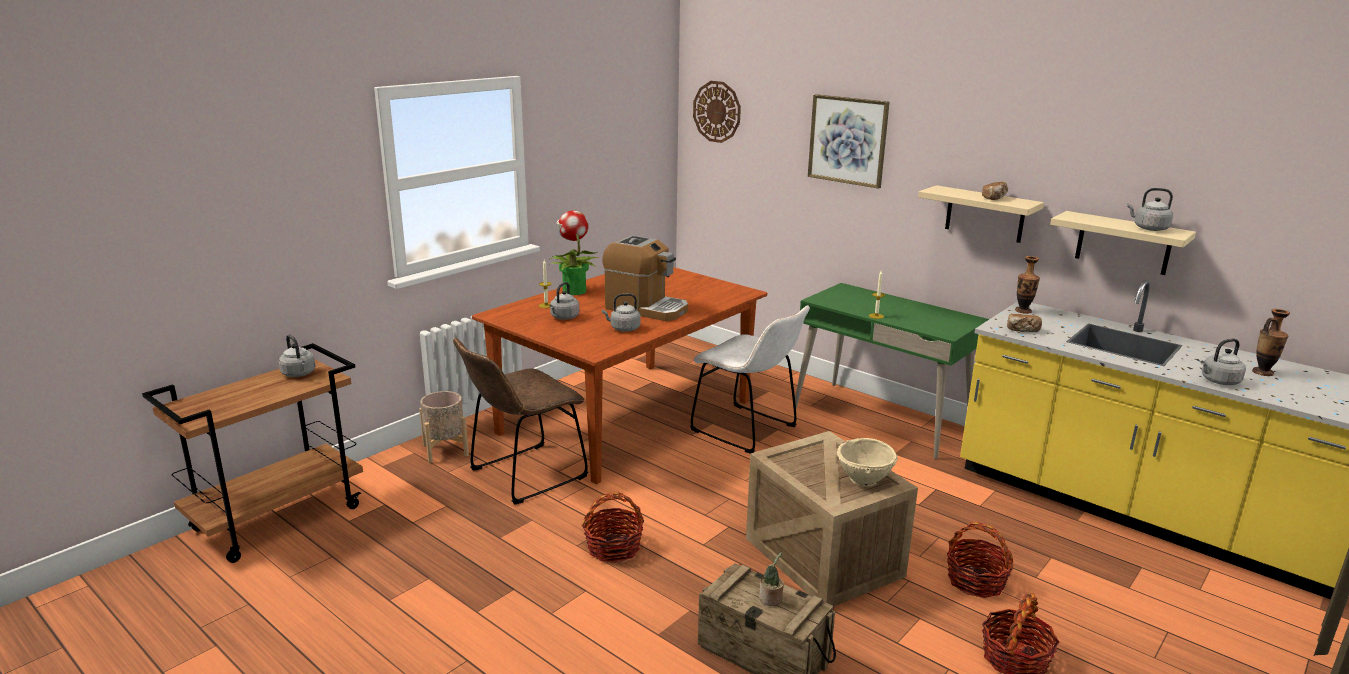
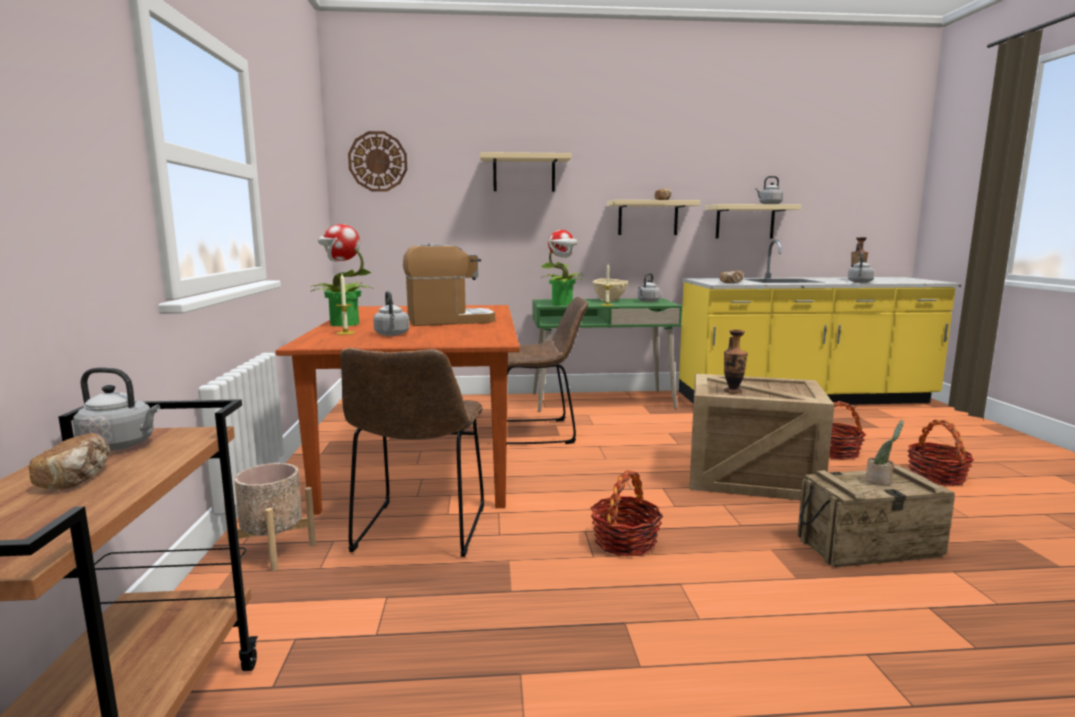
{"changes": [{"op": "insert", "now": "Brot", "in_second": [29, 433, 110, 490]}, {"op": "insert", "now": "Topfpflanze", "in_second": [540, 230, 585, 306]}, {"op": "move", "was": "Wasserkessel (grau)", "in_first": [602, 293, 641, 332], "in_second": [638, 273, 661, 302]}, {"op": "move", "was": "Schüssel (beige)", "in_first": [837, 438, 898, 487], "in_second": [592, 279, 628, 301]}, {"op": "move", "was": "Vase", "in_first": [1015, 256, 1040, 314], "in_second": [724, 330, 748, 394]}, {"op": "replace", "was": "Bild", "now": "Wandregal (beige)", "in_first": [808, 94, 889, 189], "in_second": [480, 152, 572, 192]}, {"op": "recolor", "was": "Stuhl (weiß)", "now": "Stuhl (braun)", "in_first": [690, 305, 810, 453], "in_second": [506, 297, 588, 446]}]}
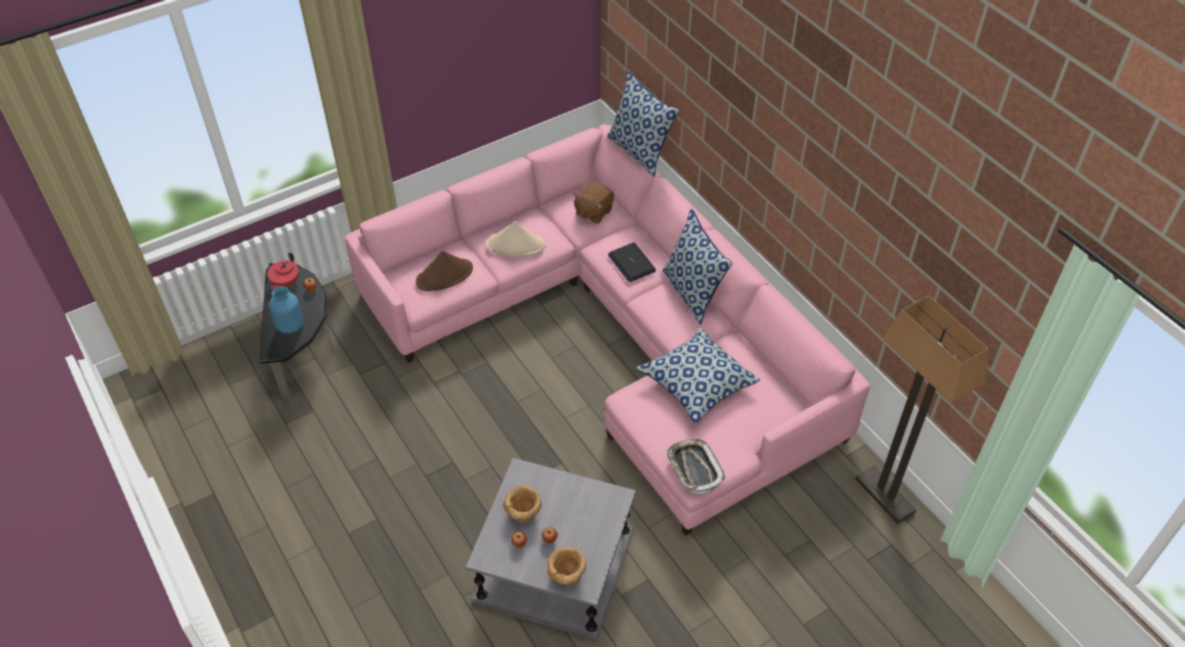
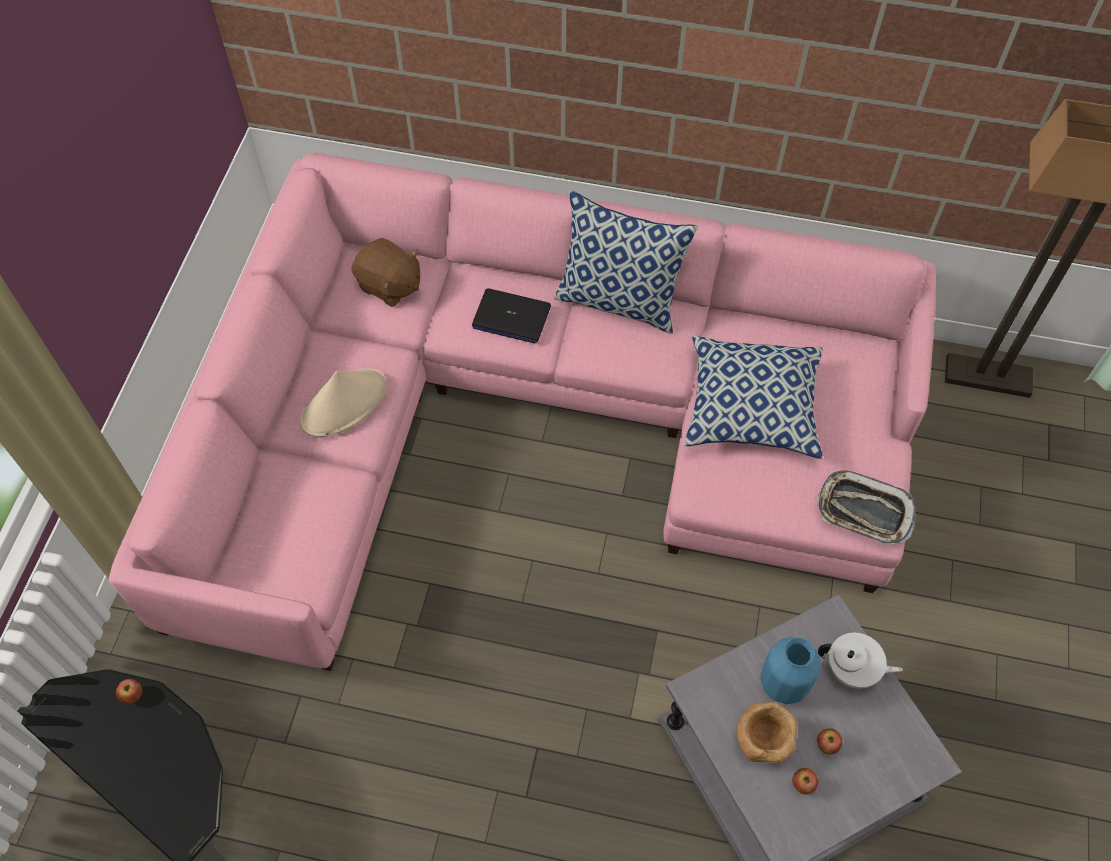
{"changes": [{"op": "delete", "was": "Teekanne (rot)", "in_first": [267, 252, 299, 289]}, {"op": "delete", "was": "Hut (braun)", "in_first": [416, 251, 473, 291]}, {"op": "delete", "was": "Schüssel (braun)", "in_first": [547, 546, 587, 585]}, {"op": "delete", "was": "Kissen", "in_first": [607, 70, 679, 177]}, {"op": "insert", "now": "Teekanne (weiß)", "in_second": [818, 633, 903, 689]}, {"op": "move", "was": "Vase (blau)", "in_first": [269, 286, 304, 333], "in_second": [760, 637, 821, 704]}, {"op": "rotate", "was": "Plüschtier (braun)", "in_first": [573, 182, 614, 224], "in_second": [352, 238, 420, 307], "clockwise": -45}]}
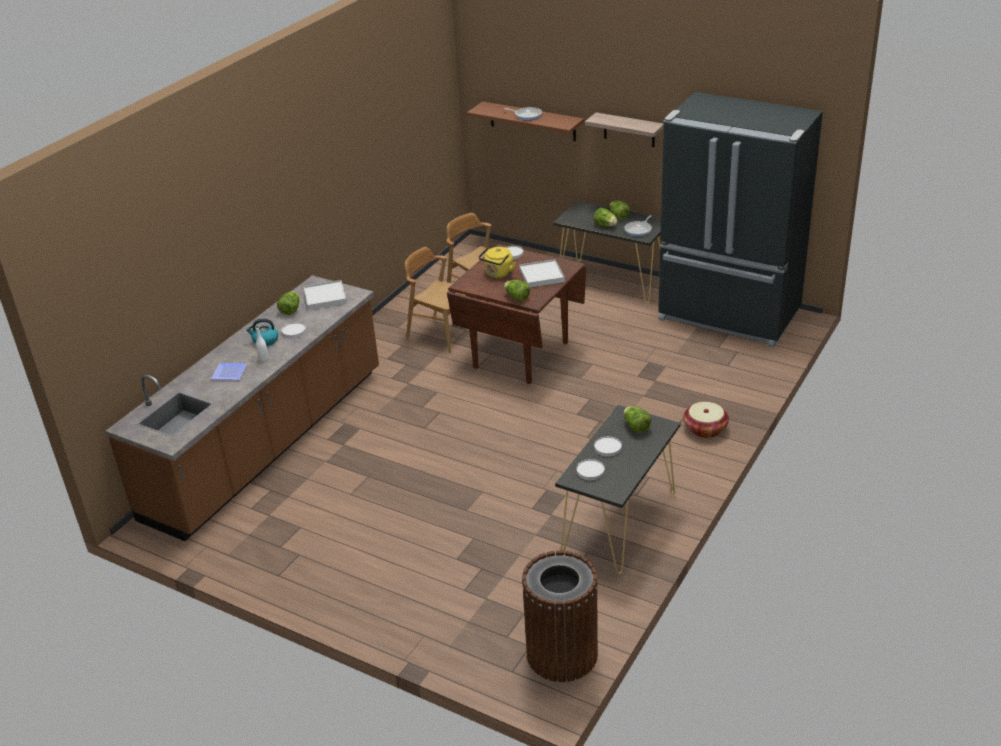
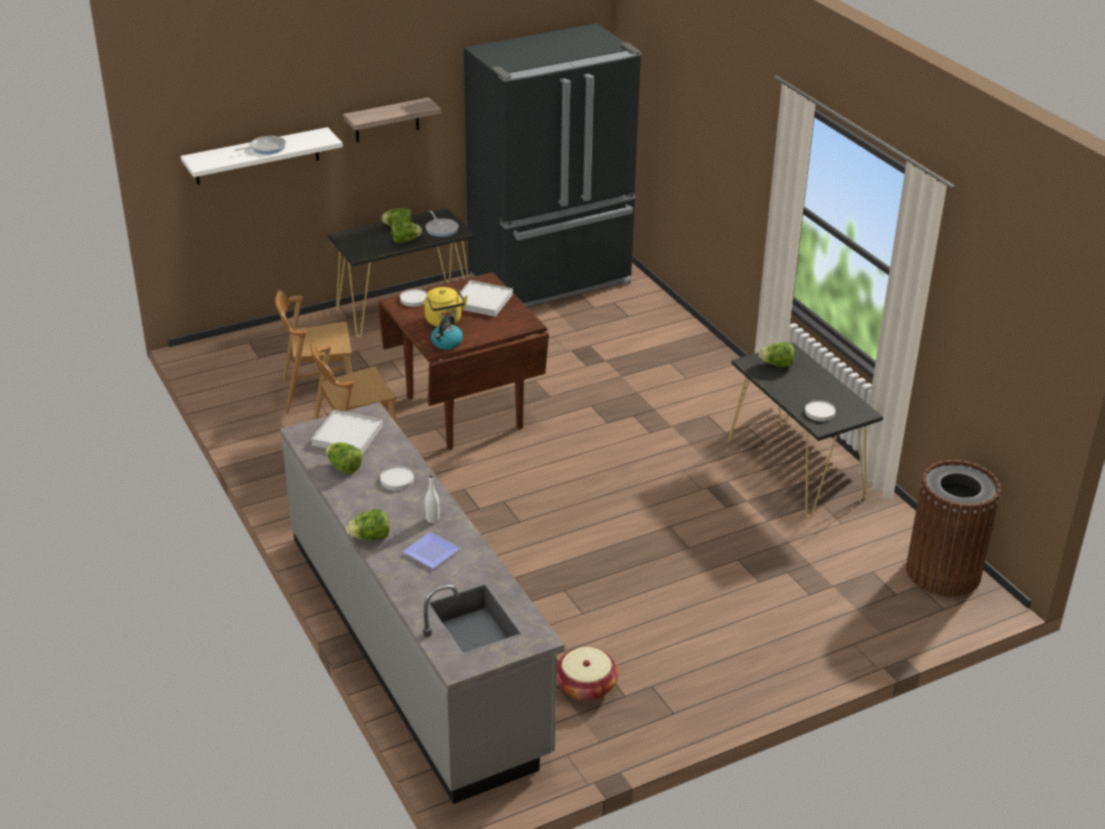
{"changes": [{"op": "delete", "was": "Teller (weiß)", "in_first": [594, 436, 622, 457]}, {"op": "move", "was": "Wasserkessel", "in_first": [246, 318, 279, 346], "in_second": [431, 315, 463, 350]}, {"op": "move", "was": "Salatkopf", "in_first": [504, 280, 530, 302], "in_second": [346, 509, 389, 540]}, {"op": "move", "was": "Korb", "in_first": [683, 402, 729, 438], "in_second": [556, 647, 618, 702]}, {"op": "recolor", "was": "Küchenzeile (braun)", "now": "Küchenzeile (grau)", "in_first": [105, 275, 379, 541], "in_second": [280, 402, 565, 804]}, {"op": "recolor", "was": "Wandregal (braun)", "now": "Wandregal (weiß)", "in_first": [467, 102, 584, 141], "in_second": [181, 127, 343, 185]}]}
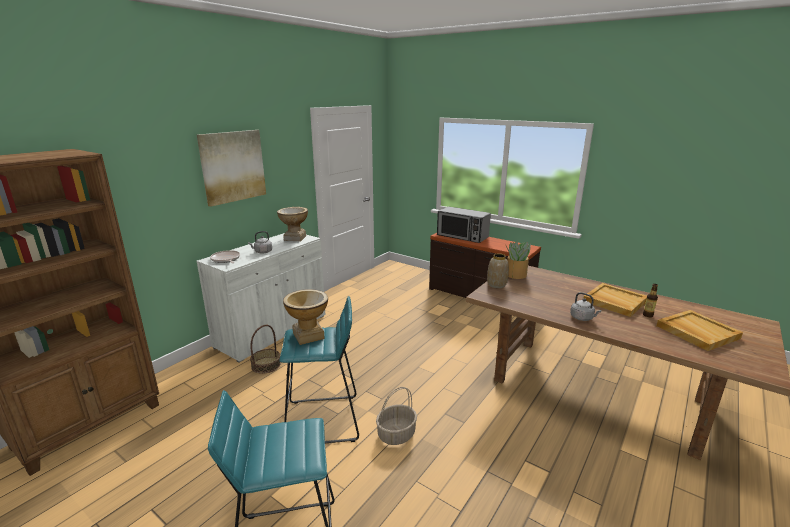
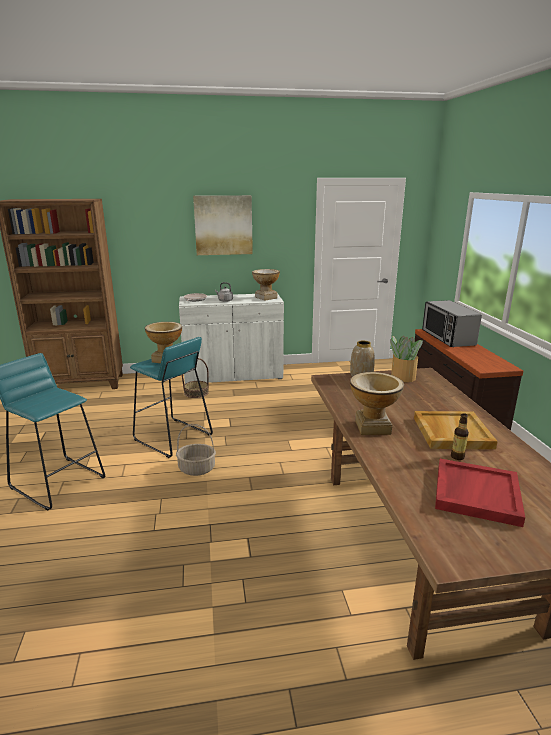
{"changes": [{"op": "replace", "was": "Wasserkessel (grau)", "now": "Vase", "in_first": [570, 292, 601, 321], "in_second": [350, 372, 404, 435]}, {"op": "recolor", "was": "Tablett (beige)", "now": "Tablett (rot)", "in_first": [656, 310, 743, 351], "in_second": [435, 459, 525, 527]}]}
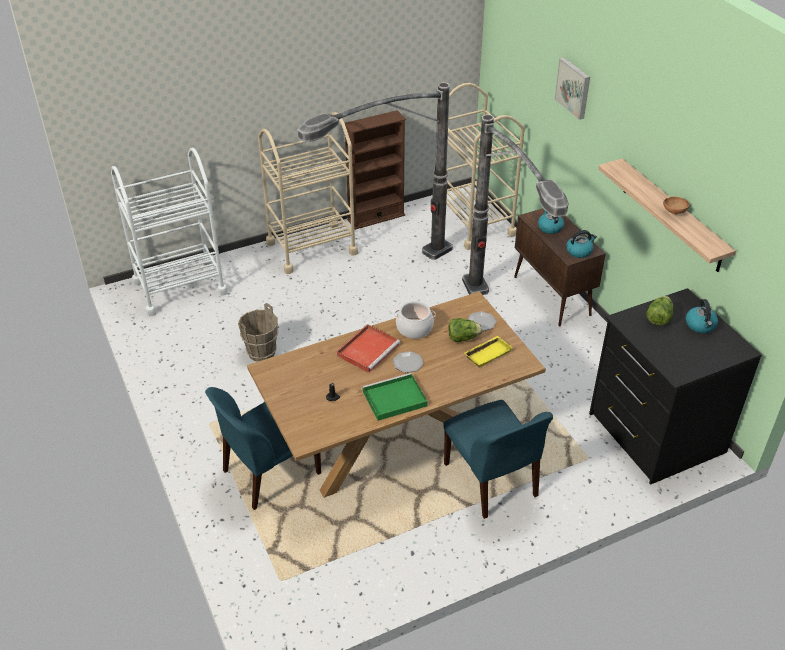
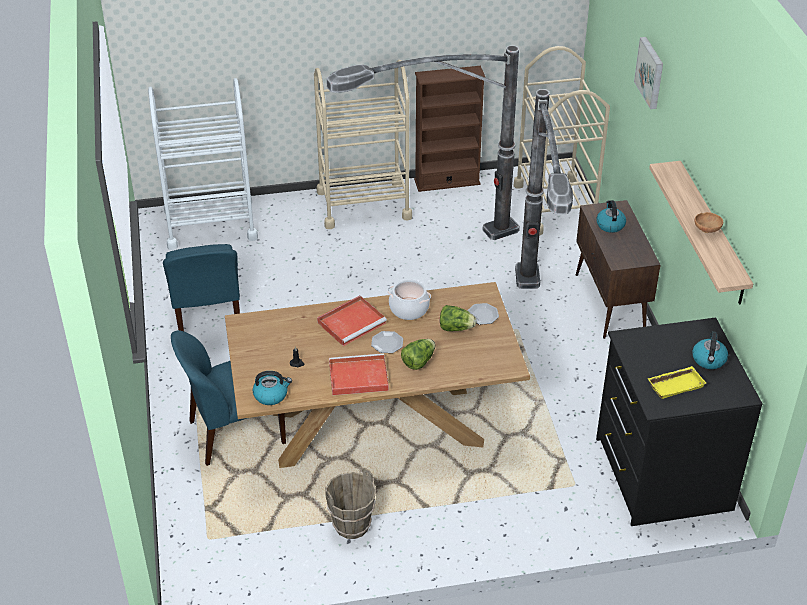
{"changes": [{"op": "move", "was": "Eimer (braun)", "in_first": [238, 304, 278, 362], "in_second": [325, 468, 376, 539]}, {"op": "move", "was": "Stuhl (blau)", "in_first": [443, 400, 553, 519], "in_second": [163, 244, 240, 331]}, {"op": "move", "was": "Tablett (gelb)", "in_first": [465, 336, 513, 368], "in_second": [648, 366, 706, 399]}, {"op": "move", "was": "Wasserkessel", "in_first": [566, 230, 597, 258], "in_second": [253, 371, 292, 405]}, {"op": "move", "was": "Salatkopf", "in_first": [646, 296, 674, 326], "in_second": [401, 339, 435, 370]}, {"op": "recolor", "was": "Tablett (grün)", "now": "Tablett (rot)", "in_first": [362, 373, 428, 421], "in_second": [329, 353, 389, 395]}]}
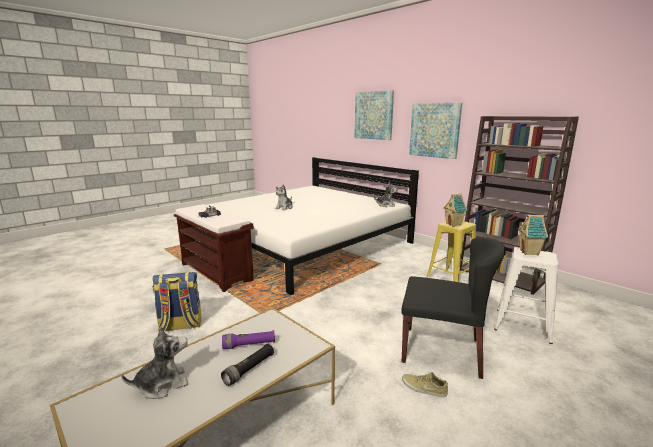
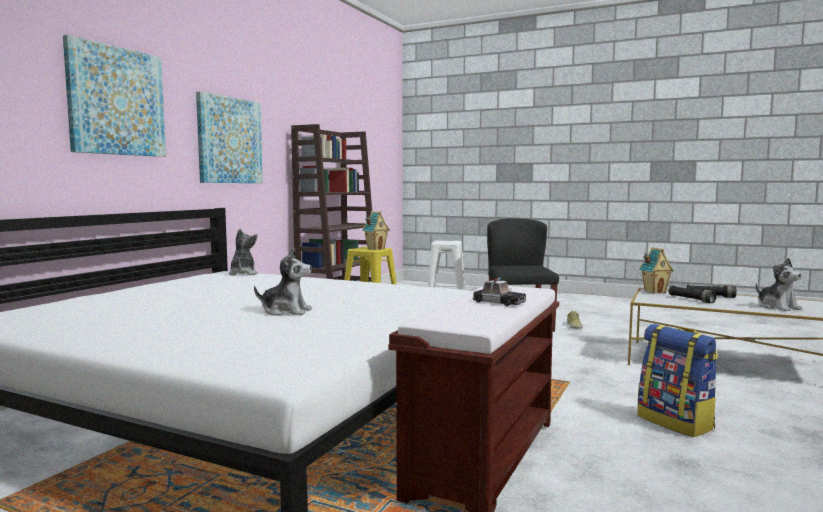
{"changes": [{"op": "move", "was": "Spielzeughaus", "in_first": [518, 215, 548, 255], "in_second": [639, 247, 674, 294]}, {"op": "recolor", "was": "Taschenlampe (lila)", "now": "Taschenlampe (schwarz)", "in_first": [222, 330, 275, 349], "in_second": [668, 285, 717, 303]}, {"op": "rotate", "was": "Plüschtier", "in_first": [121, 326, 188, 399], "in_second": [755, 258, 802, 311], "clockwise": -150}]}
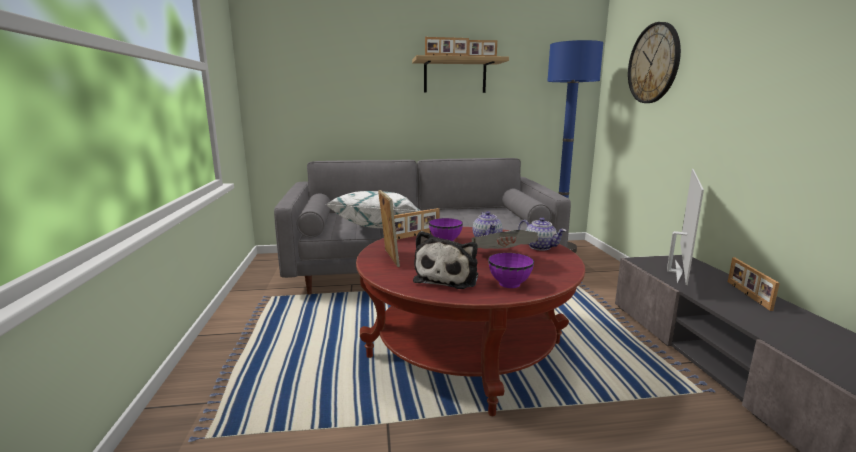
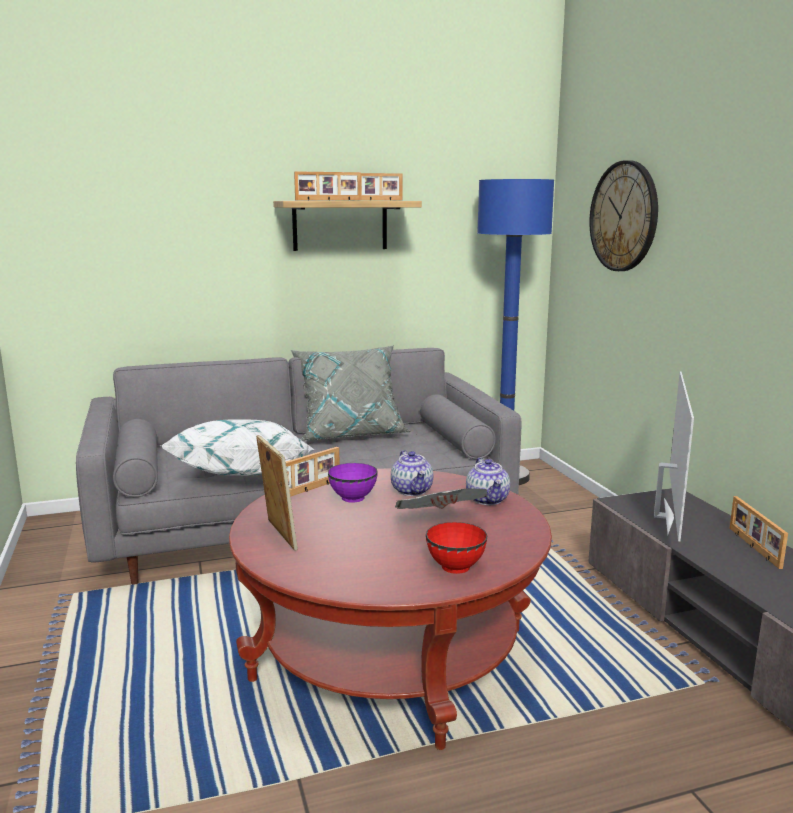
{"changes": [{"op": "delete", "was": "Plüschtier", "in_first": [413, 231, 478, 289]}, {"op": "insert", "now": "Kissen (grau)", "in_second": [291, 346, 412, 441]}, {"op": "recolor", "was": "Schüssel (lila)", "now": "Schüssel (rot)", "in_first": [488, 253, 534, 288], "in_second": [426, 522, 488, 574]}, {"op": "rotate", "was": "Teekanne", "in_first": [518, 218, 566, 251], "in_second": [466, 457, 510, 505], "clockwise": 45}]}
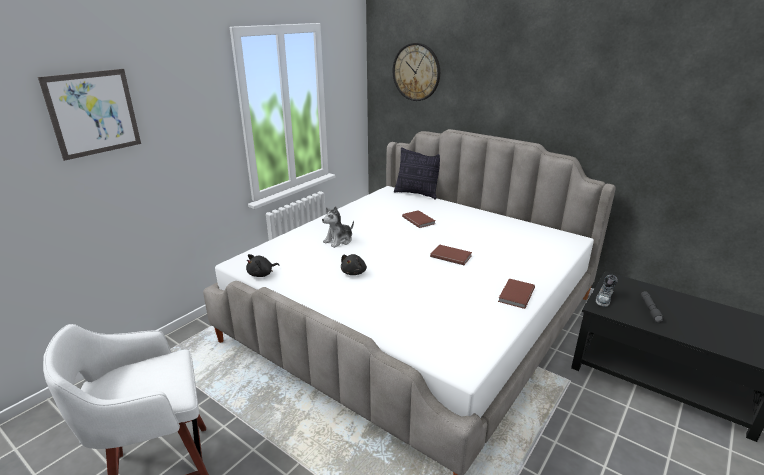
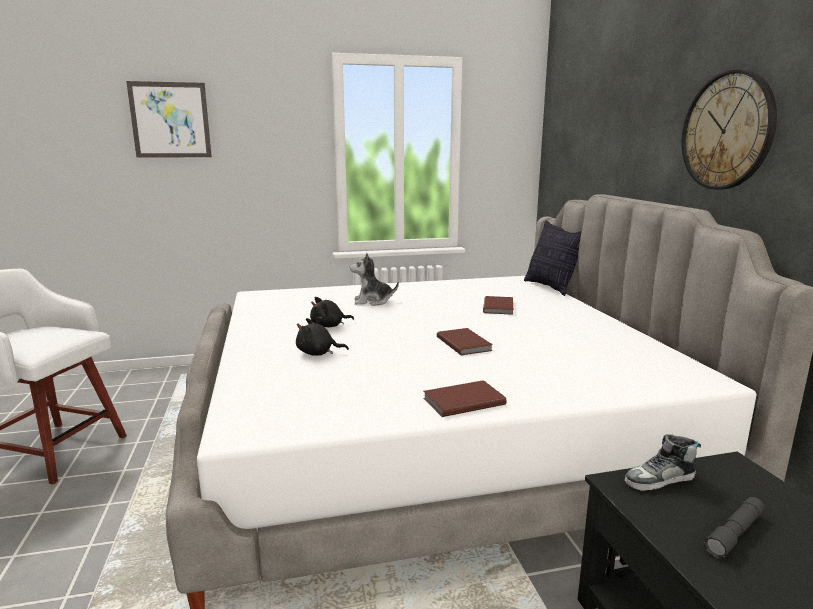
{"changes": [{"op": "move", "was": "Plüschtier (schwarz)", "in_first": [246, 254, 279, 277], "in_second": [296, 318, 349, 355]}, {"op": "move", "was": "Wanduhr", "in_first": [393, 43, 440, 101], "in_second": [681, 69, 777, 190]}]}
